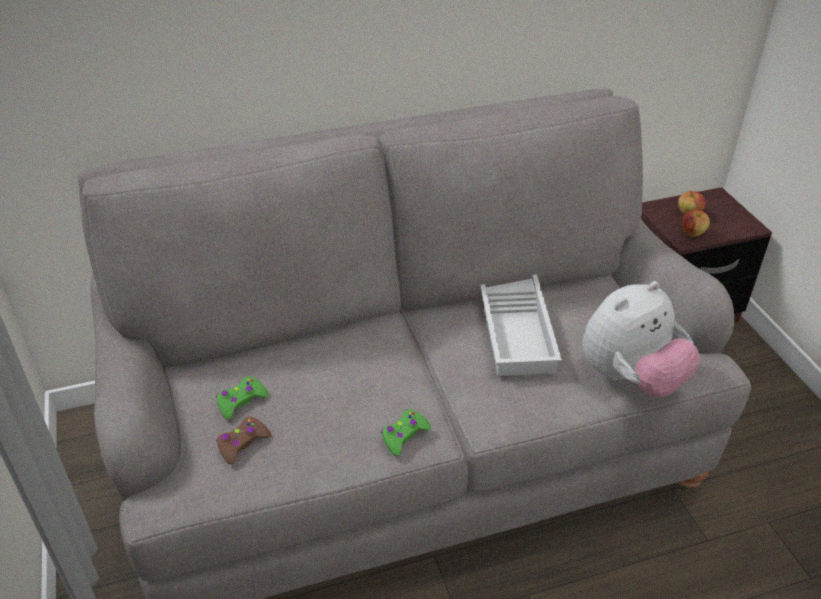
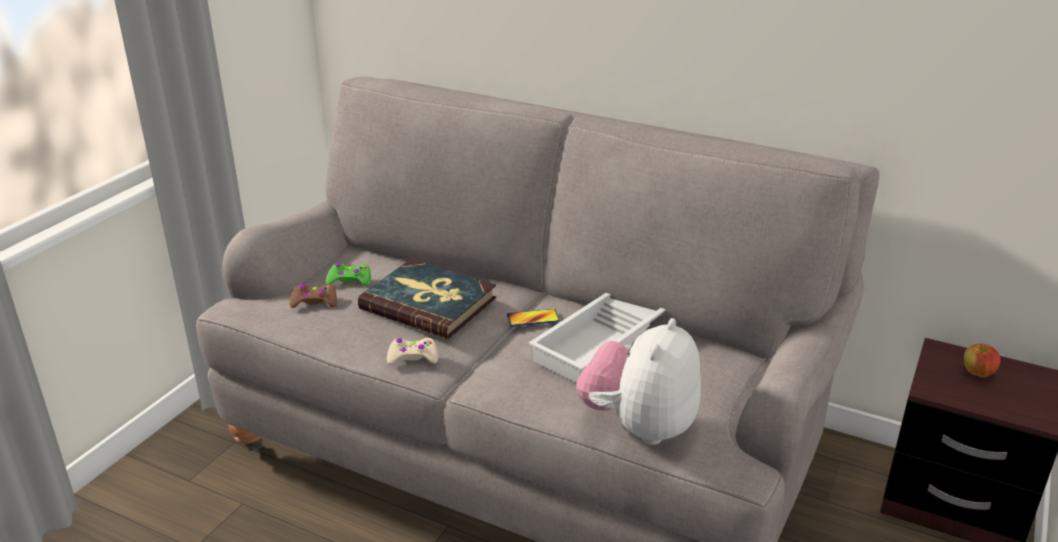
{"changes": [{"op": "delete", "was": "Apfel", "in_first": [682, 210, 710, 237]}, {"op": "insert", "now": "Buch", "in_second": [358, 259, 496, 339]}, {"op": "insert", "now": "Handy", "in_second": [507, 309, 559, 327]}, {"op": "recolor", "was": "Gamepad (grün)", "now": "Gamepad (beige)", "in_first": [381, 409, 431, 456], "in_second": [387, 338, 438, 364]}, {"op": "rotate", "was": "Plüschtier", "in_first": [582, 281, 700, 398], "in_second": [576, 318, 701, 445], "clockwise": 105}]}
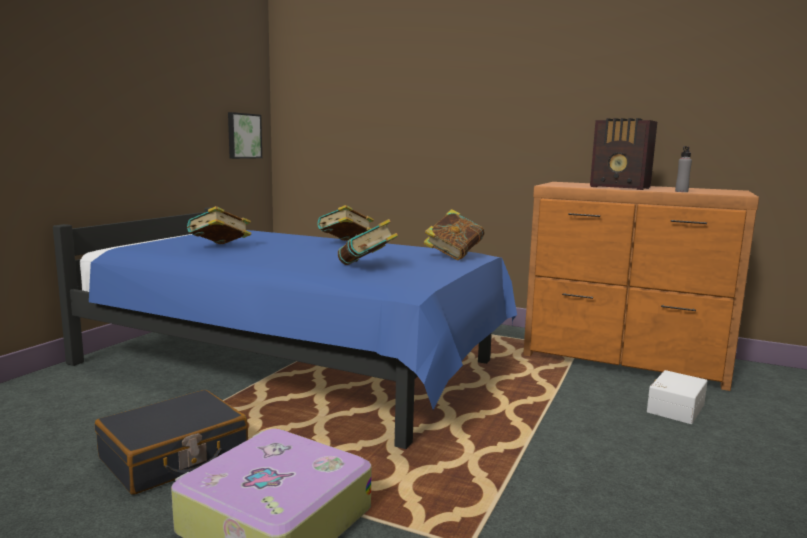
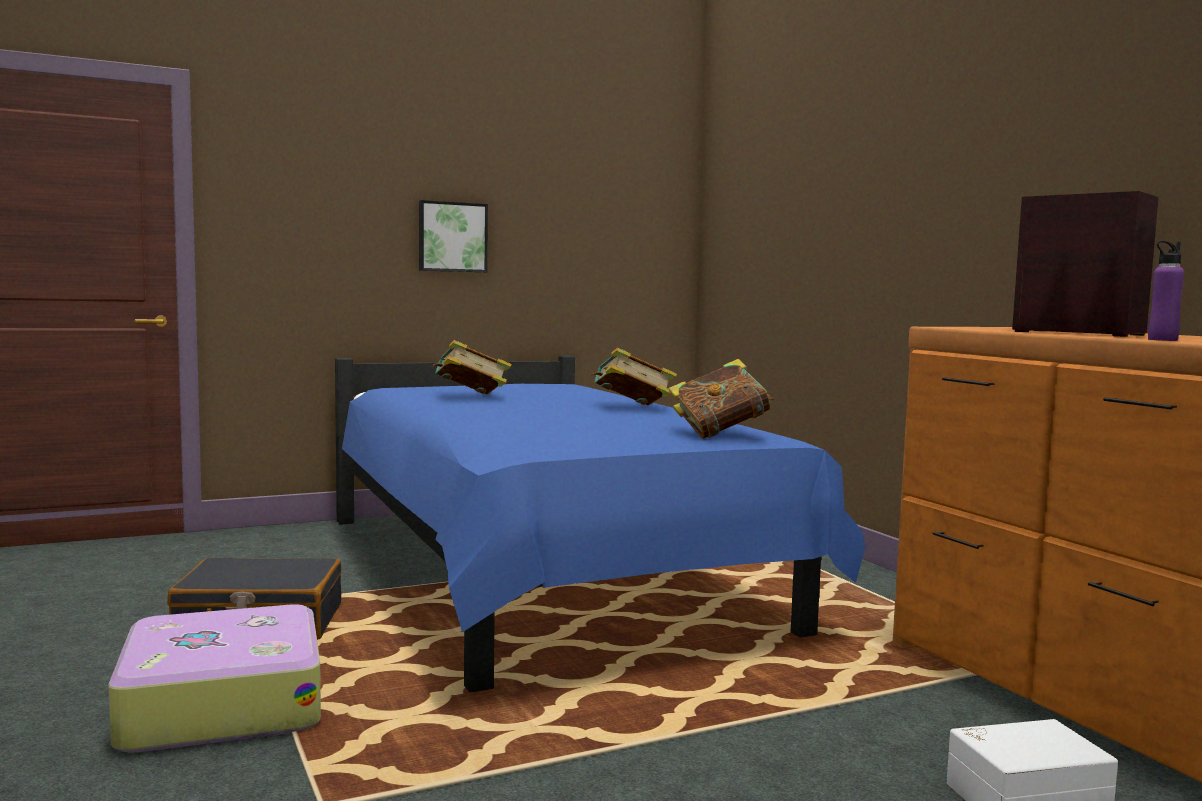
{"changes": [{"op": "delete", "was": "Buch", "in_first": [338, 219, 398, 265]}, {"op": "move", "was": "Bild", "in_first": [228, 112, 262, 159], "in_second": [419, 200, 488, 273]}, {"op": "recolor", "was": "Flasche (grau)", "now": "Flasche (lila)", "in_first": [675, 146, 692, 192], "in_second": [1148, 241, 1184, 341]}, {"op": "rotate", "was": "Radio", "in_first": [590, 118, 657, 190], "in_second": [1012, 191, 1159, 337], "clockwise": 150}]}
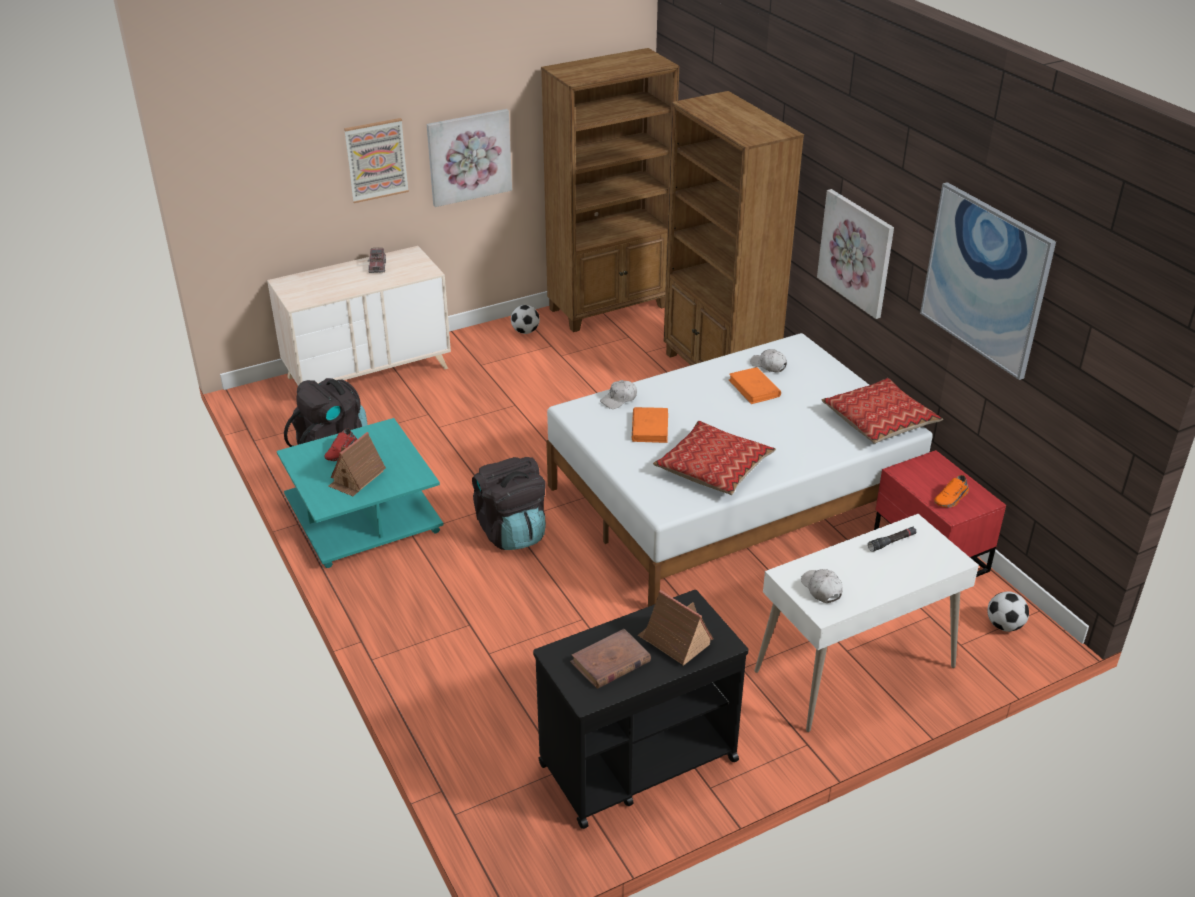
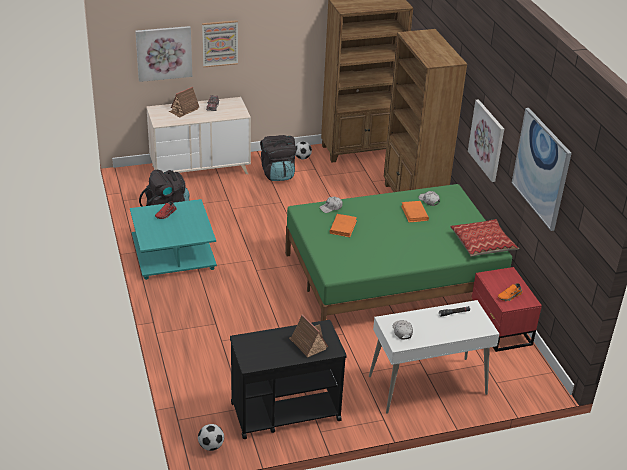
{"changes": [{"op": "delete", "was": "Buch (braun)", "in_first": [570, 629, 651, 689]}, {"op": "delete", "was": "Kissen", "in_first": [653, 421, 776, 495]}, {"op": "move", "was": "Spielzeughaus", "in_first": [328, 432, 386, 496], "in_second": [169, 87, 199, 117]}, {"op": "move", "was": "Bild", "in_first": [427, 109, 512, 207], "in_second": [135, 26, 192, 82]}, {"op": "move", "was": "Rucksack (schwarz)", "in_first": [472, 457, 546, 550], "in_second": [260, 135, 297, 181]}, {"op": "move", "was": "Fußball", "in_first": [988, 591, 1029, 632], "in_second": [198, 424, 224, 451]}, {"op": "recolor", "was": "Bett (weiß)", "now": "Bett (grün)", "in_first": [546, 333, 933, 607], "in_second": [285, 184, 512, 321]}]}
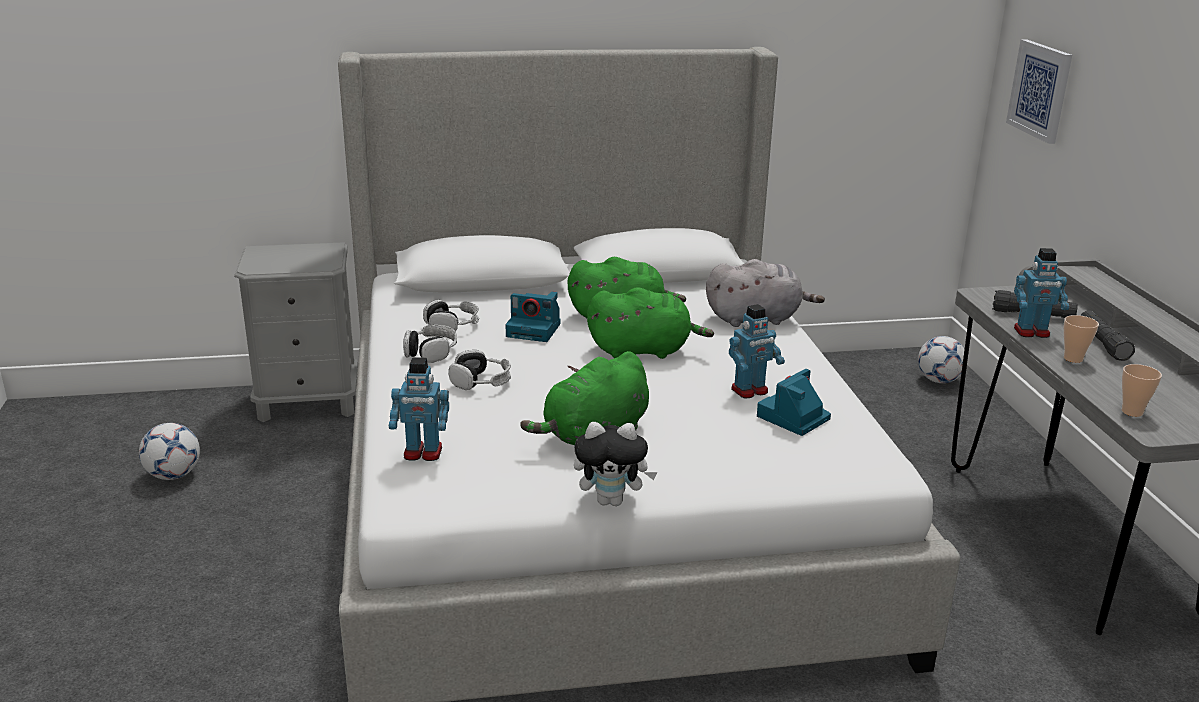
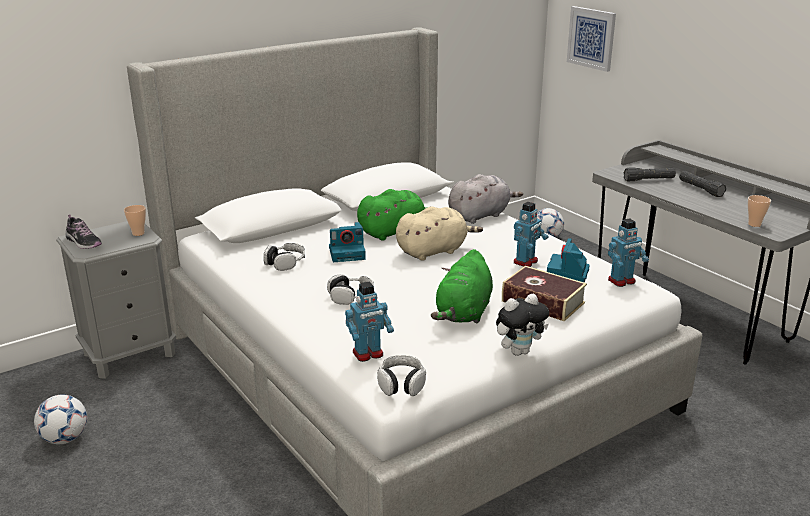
{"changes": [{"op": "insert", "now": "Schuh", "in_second": [66, 215, 102, 249]}, {"op": "insert", "now": "Buch", "in_second": [502, 266, 587, 321]}, {"op": "move", "was": "Kopfhörer", "in_first": [403, 325, 457, 363], "in_second": [377, 355, 426, 396]}, {"op": "move", "was": "Spielzeugroboter", "in_first": [1014, 248, 1069, 338], "in_second": [608, 219, 649, 287]}, {"op": "move", "was": "Tasse", "in_first": [1064, 315, 1099, 363], "in_second": [124, 205, 146, 236]}, {"op": "recolor", "was": "Plüschtier (grün)", "now": "Plüschtier (beige)", "in_first": [587, 287, 714, 359], "in_second": [396, 206, 483, 261]}]}
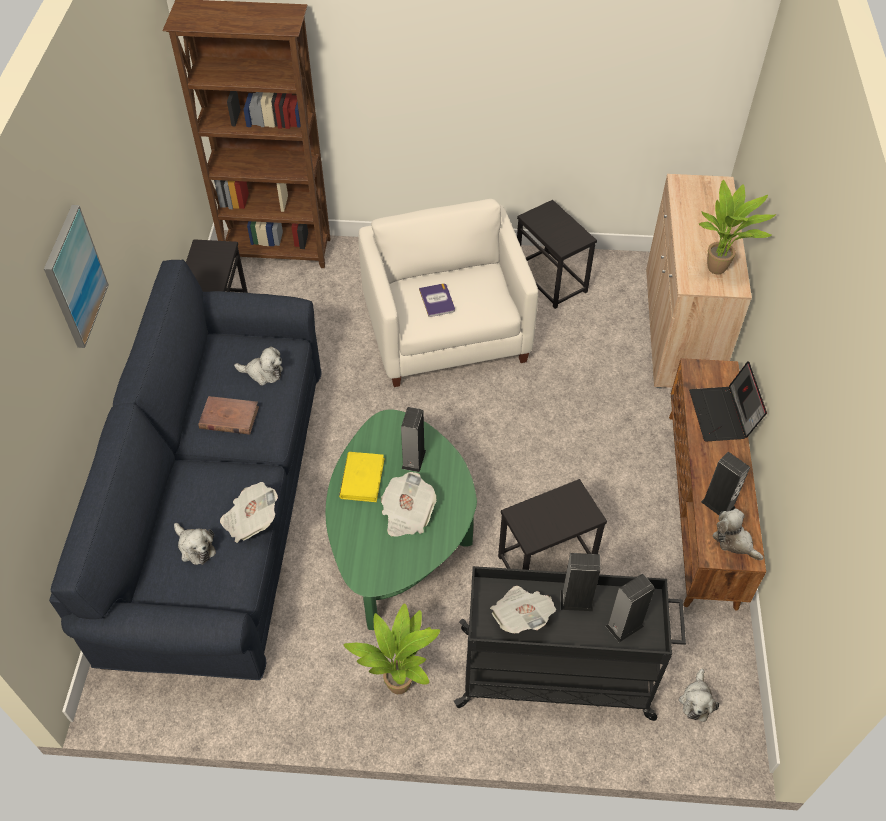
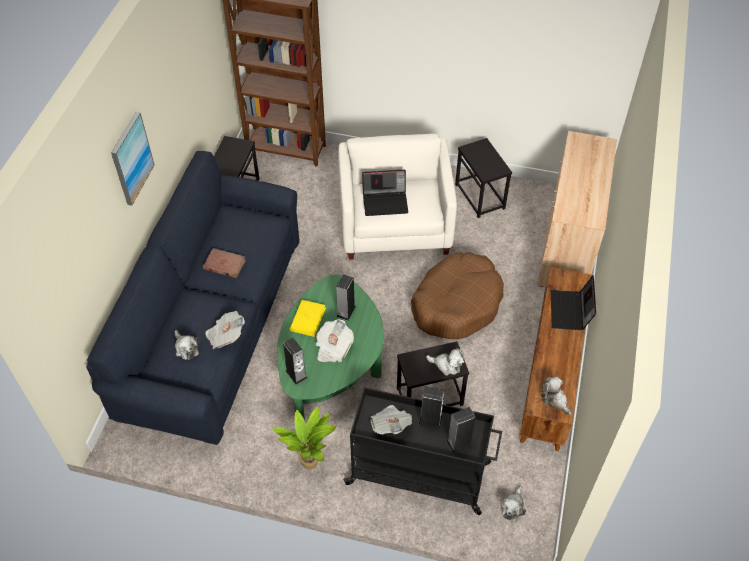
{"changes": [{"op": "delete", "was": "Topfpflanze", "in_first": [698, 180, 776, 274]}, {"op": "insert", "now": "Hundebett (braun)", "in_second": [411, 252, 504, 339]}, {"op": "move", "was": "Plüschtier", "in_first": [234, 347, 283, 386], "in_second": [426, 348, 465, 376]}, {"op": "move", "was": "Lautsprecher", "in_first": [701, 452, 750, 515], "in_second": [283, 338, 307, 385]}, {"op": "replace", "was": "Buch", "now": "Laptop", "in_first": [419, 283, 455, 317], "in_second": [362, 170, 408, 216]}]}
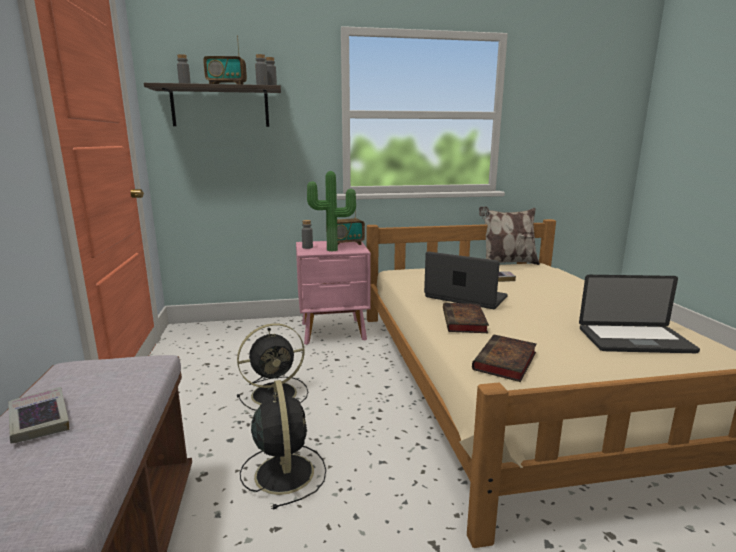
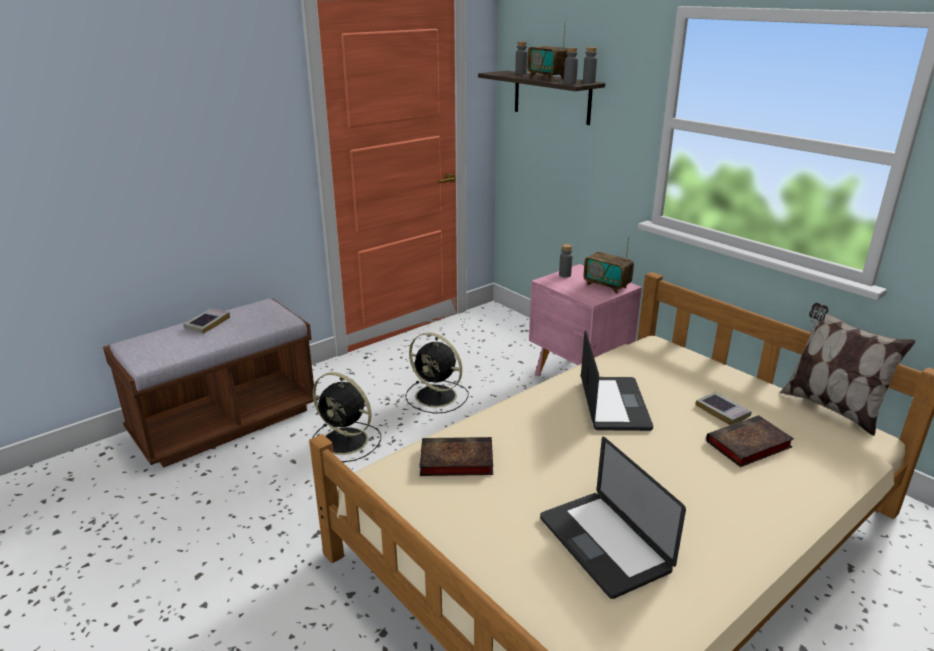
{"changes": [{"op": "delete", "was": "Topfpflanze", "in_first": [307, 171, 356, 252]}, {"op": "move", "was": "Buch", "in_first": [443, 303, 489, 333], "in_second": [706, 415, 794, 467]}, {"op": "rotate", "was": "Ventilator (schwarz)", "in_first": [240, 380, 326, 509], "in_second": [312, 372, 381, 462], "clockwise": 75}]}
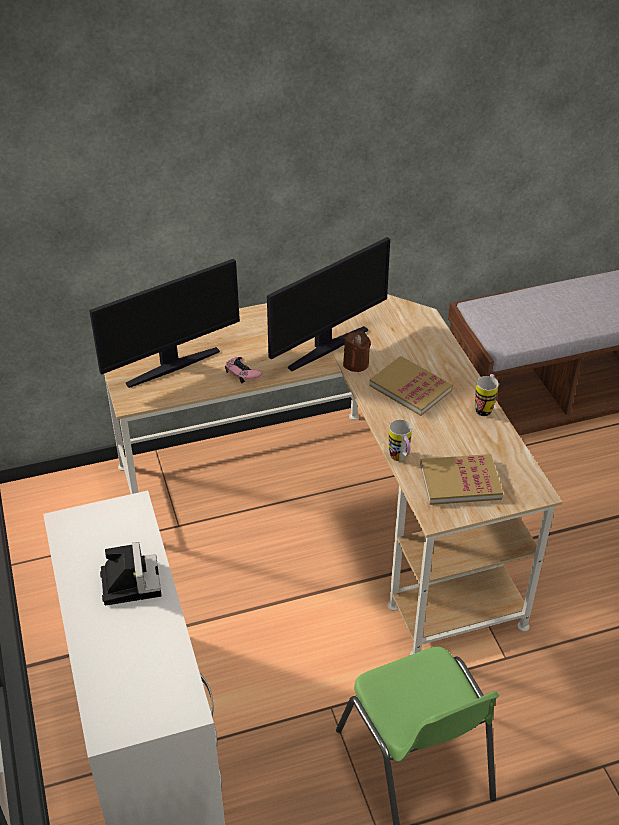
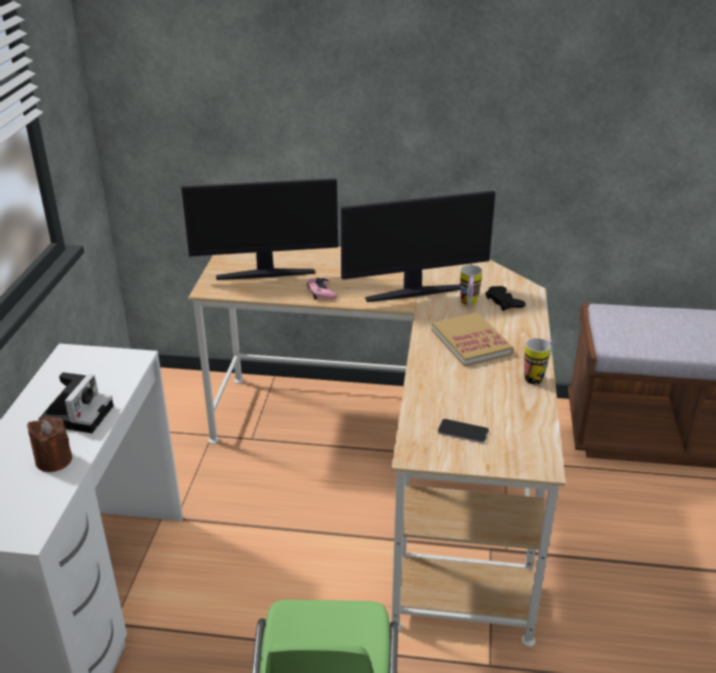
{"changes": [{"op": "insert", "now": "Gamepad (schwarz)", "in_second": [485, 286, 526, 311]}, {"op": "move", "was": "Kerze (braun)", "in_first": [343, 331, 371, 372], "in_second": [27, 416, 72, 472]}, {"op": "move", "was": "Henkelbecher", "in_first": [389, 420, 412, 461], "in_second": [460, 265, 482, 306]}, {"op": "replace", "was": "Buch", "now": "Handy", "in_first": [420, 454, 503, 505], "in_second": [437, 419, 489, 443]}]}
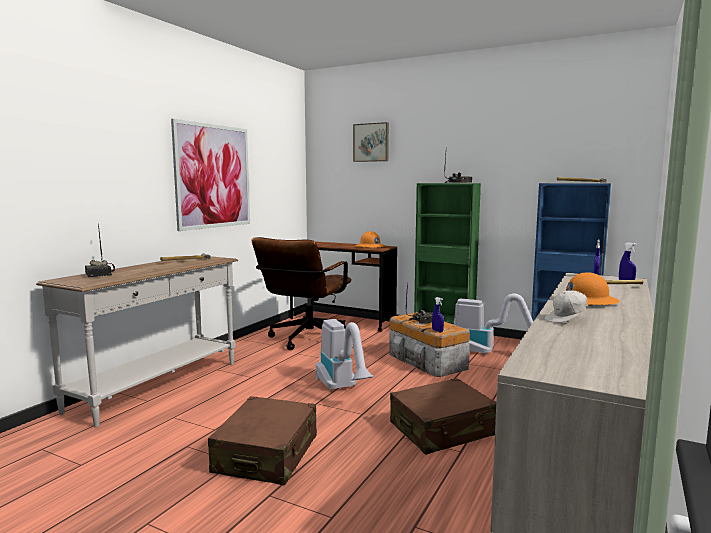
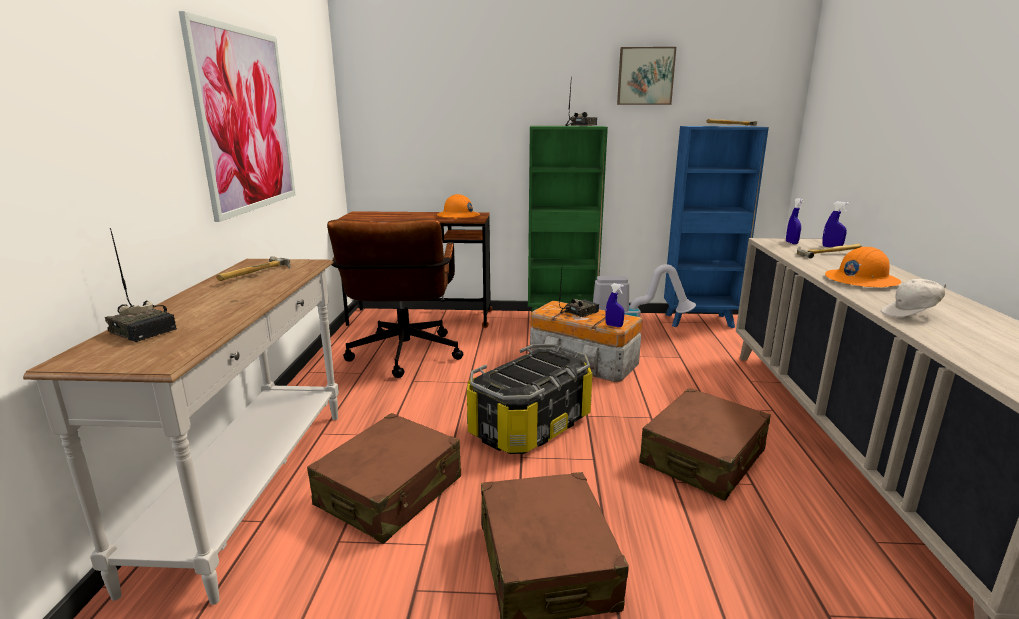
{"changes": [{"op": "insert", "now": "Koffer (braun)", "in_second": [307, 413, 461, 544]}, {"op": "move", "was": "Bild", "in_first": [353, 122, 389, 162], "in_second": [617, 47, 676, 105]}, {"op": "replace", "was": "Staubsauger", "now": "Aufbewahrungsbox", "in_first": [316, 319, 374, 390], "in_second": [467, 344, 593, 454]}, {"op": "rotate", "was": "Kappe (weiß)", "in_first": [545, 290, 587, 323], "in_second": [881, 279, 947, 317], "clockwise": 45}]}
